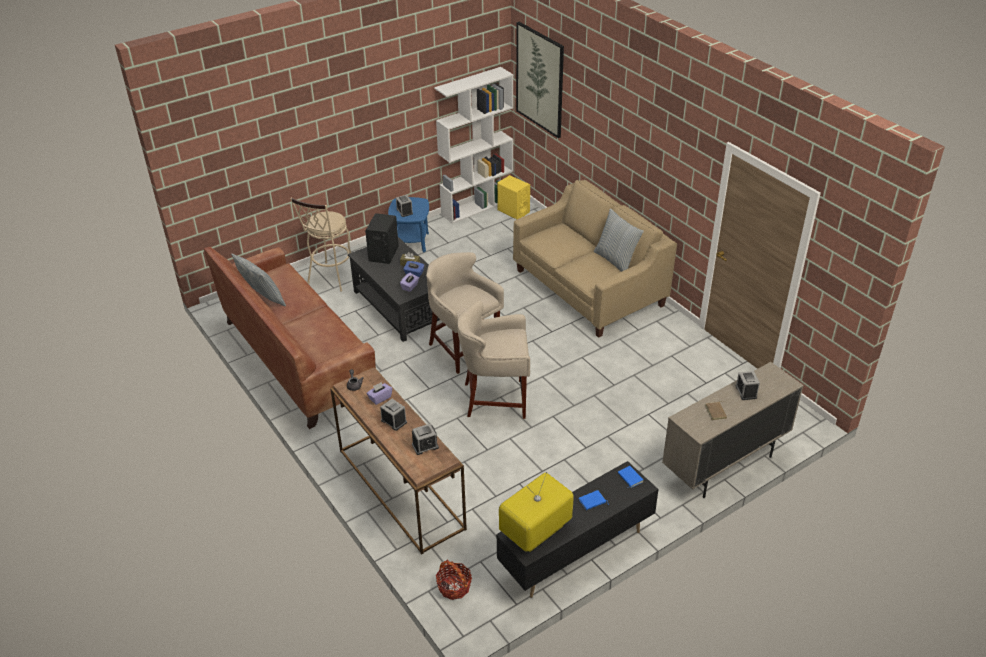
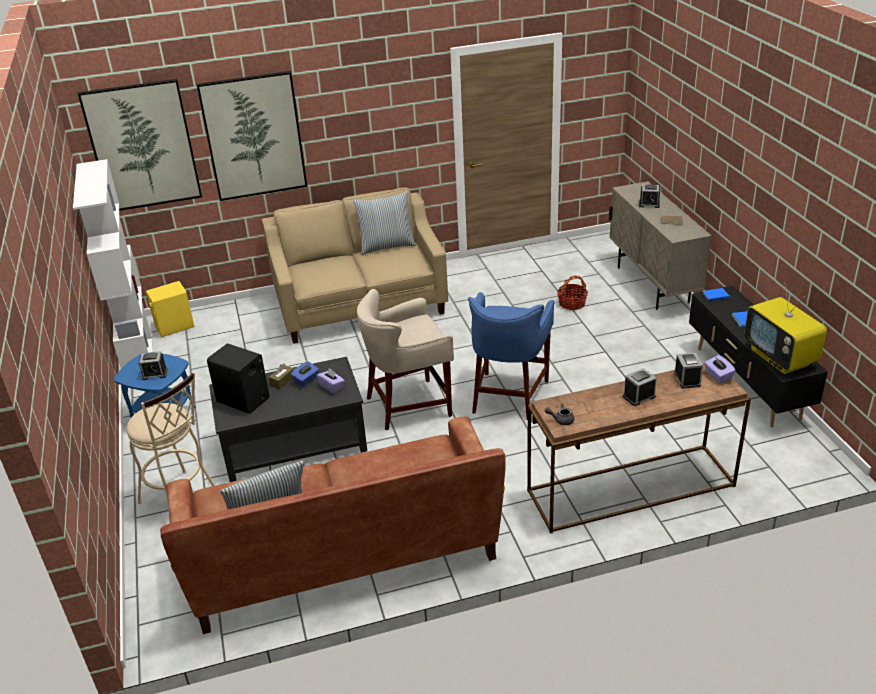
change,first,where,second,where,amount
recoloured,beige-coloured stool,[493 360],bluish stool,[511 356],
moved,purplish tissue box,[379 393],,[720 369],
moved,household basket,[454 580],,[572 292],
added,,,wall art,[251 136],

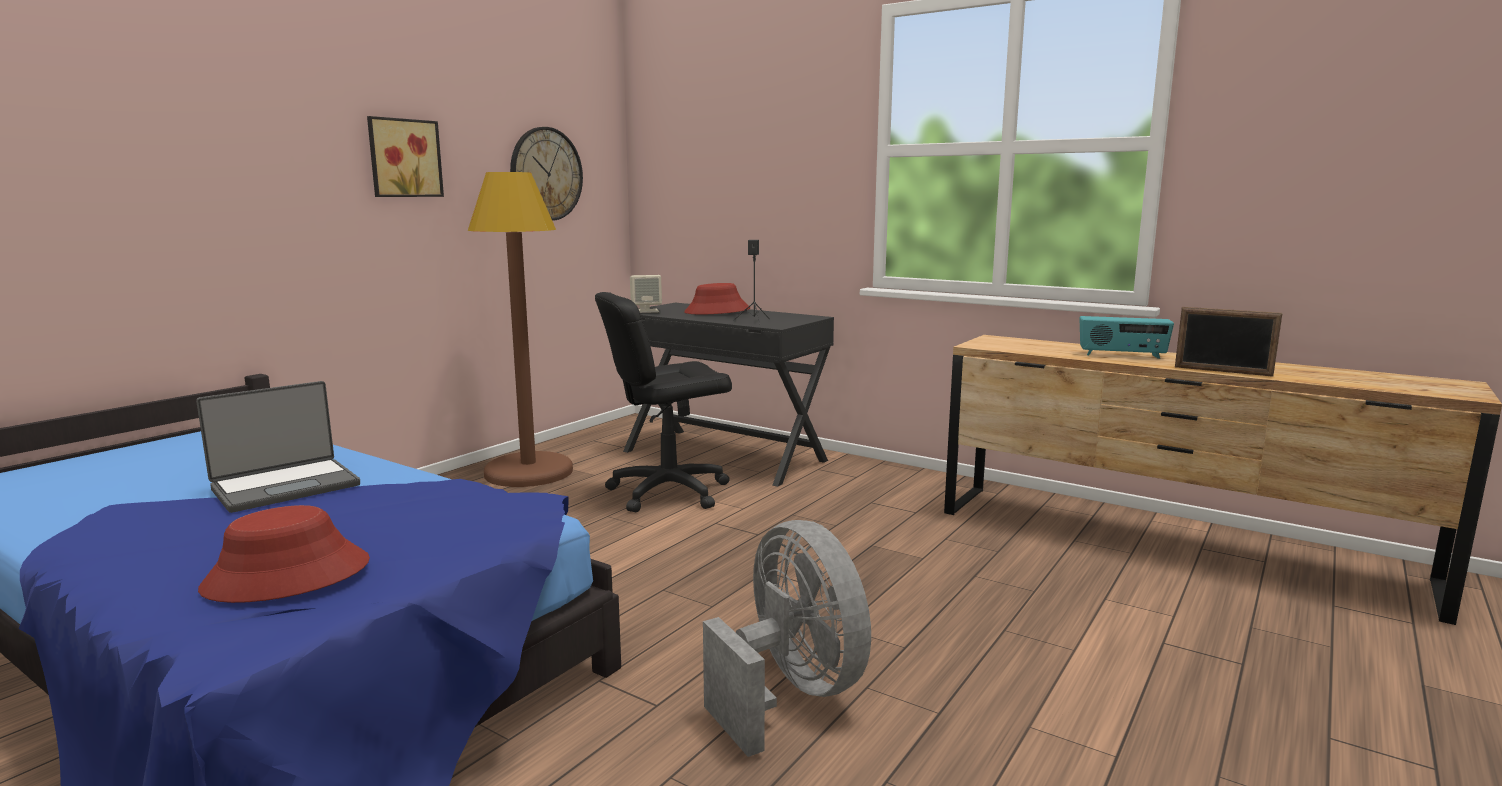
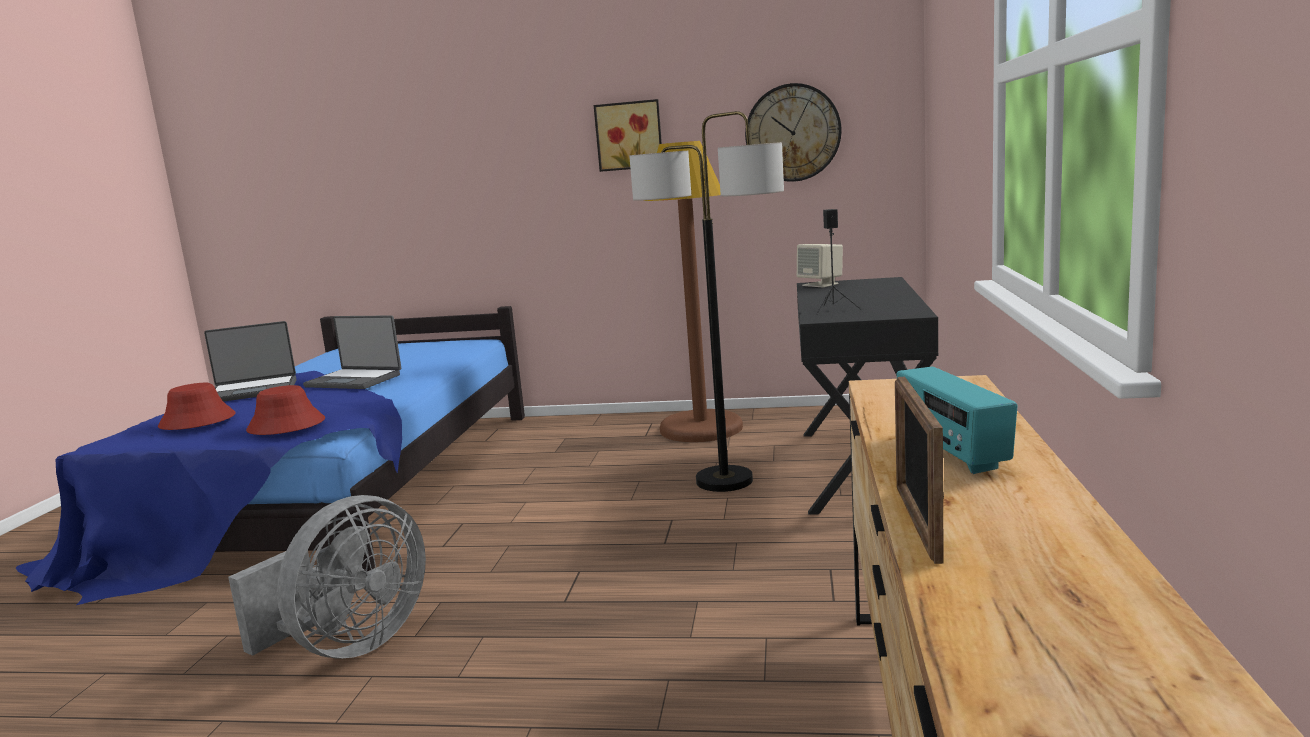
change,first,where,second,where,amount
moved,red-coloured clothing hat,[717 298],,[285 410],
replaced,blackish office chair,[663 402],standing lamp,[706 301],
added,,,portable computer,[250 361],

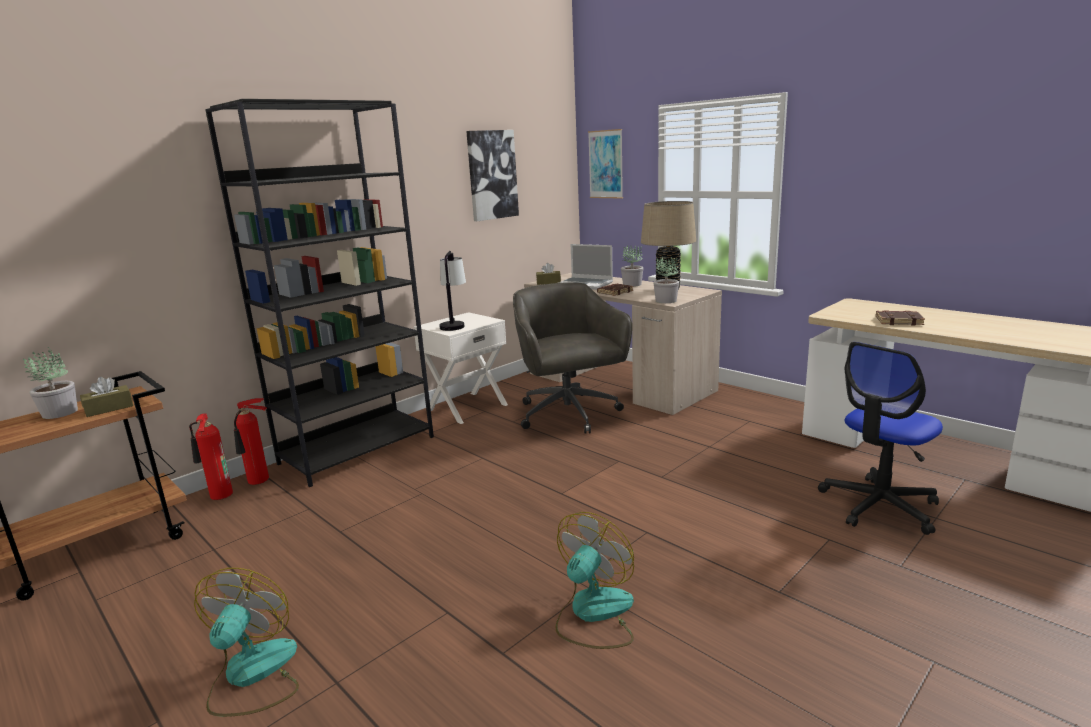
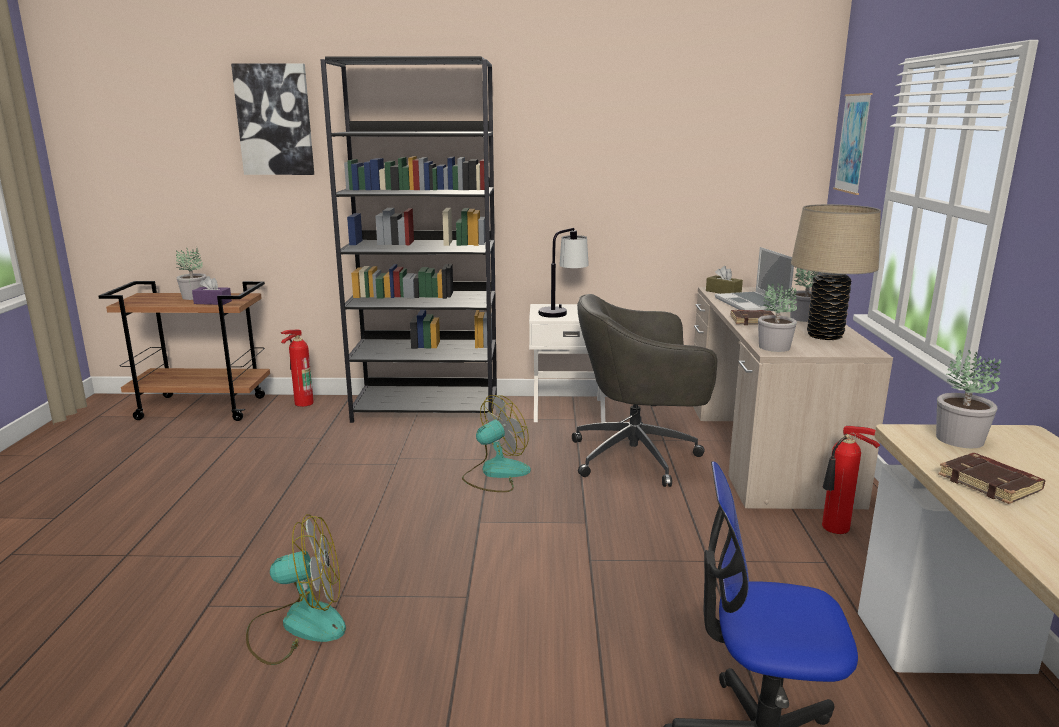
change,first,where,second,where,amount
moved,wall art,[492 175],,[272 119],
turned,grey office chair,[572 358],,[644 390],120 degrees counterclockwise
recoloured,brown-coloured tissue box,[107 397],purplish tissue box,[212 290],
moved,extinguisher,[251 441],,[851 480],
moved,electric fan,[246 642],,[496 443],
added,,,houseplant,[968 398],

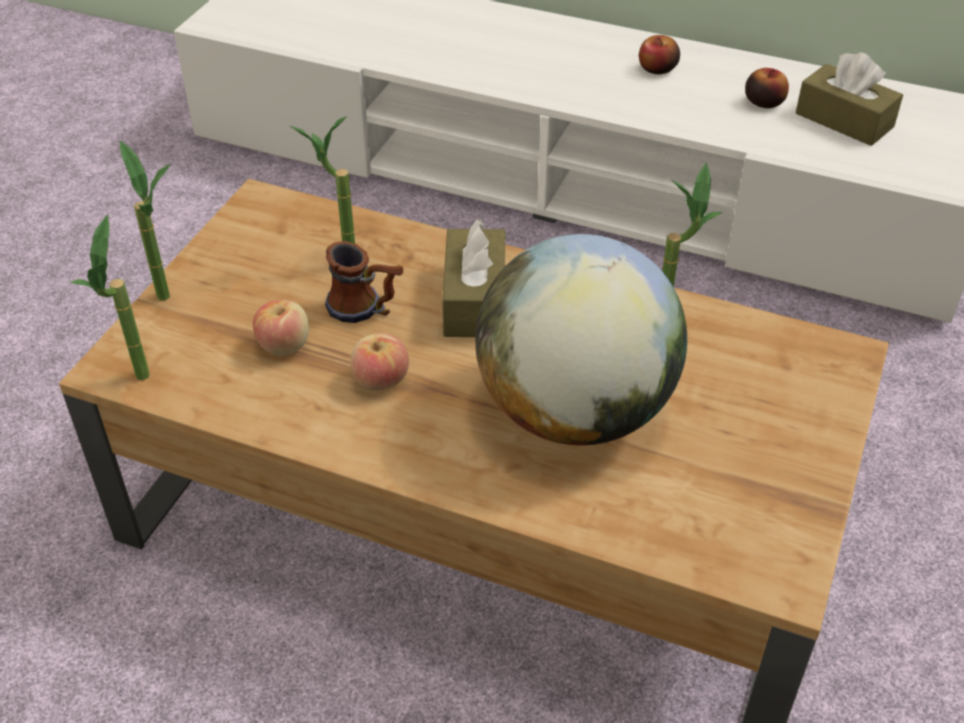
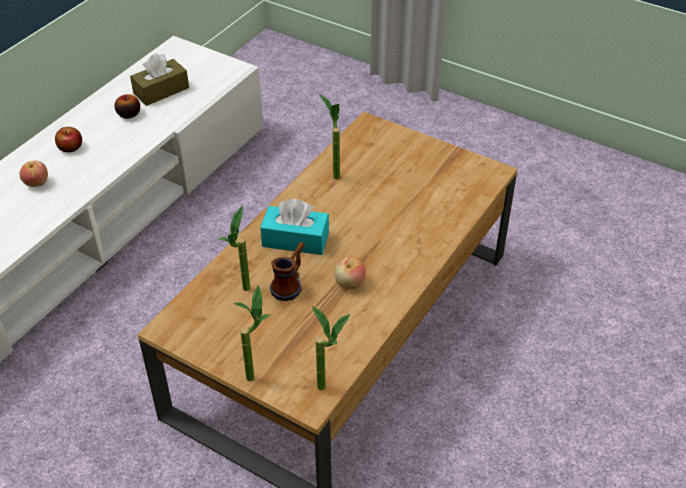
change,first,where,second,where,amount
recoloured,brown-coloured tissue box,[473 278],turquoise tissue box,[294 227],
removed,globe,[581 339],,,
moved,apple fruit,[281 328],,[34 174],

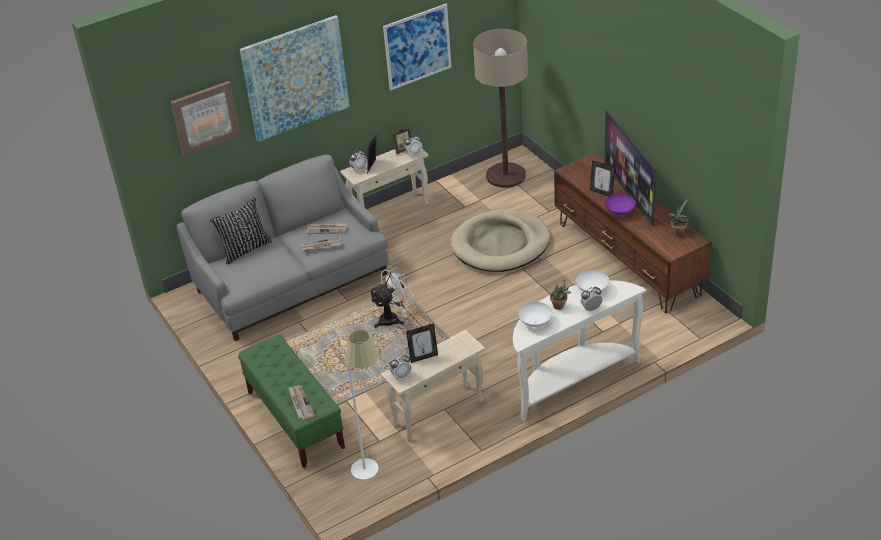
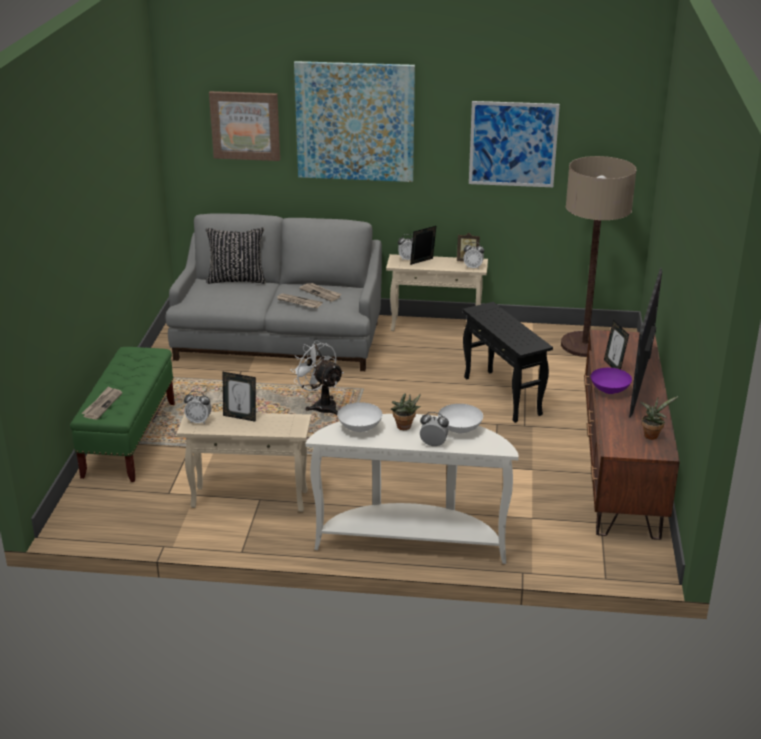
change,first,where,second,where,amount
replaced,beige-coloured pet bed,[500 240],blackish side table,[507 362],
turned,whitish electric fan,[391 297],,[317 377],135 degrees counterclockwise
removed,whitish standing lamp,[362 405],,,

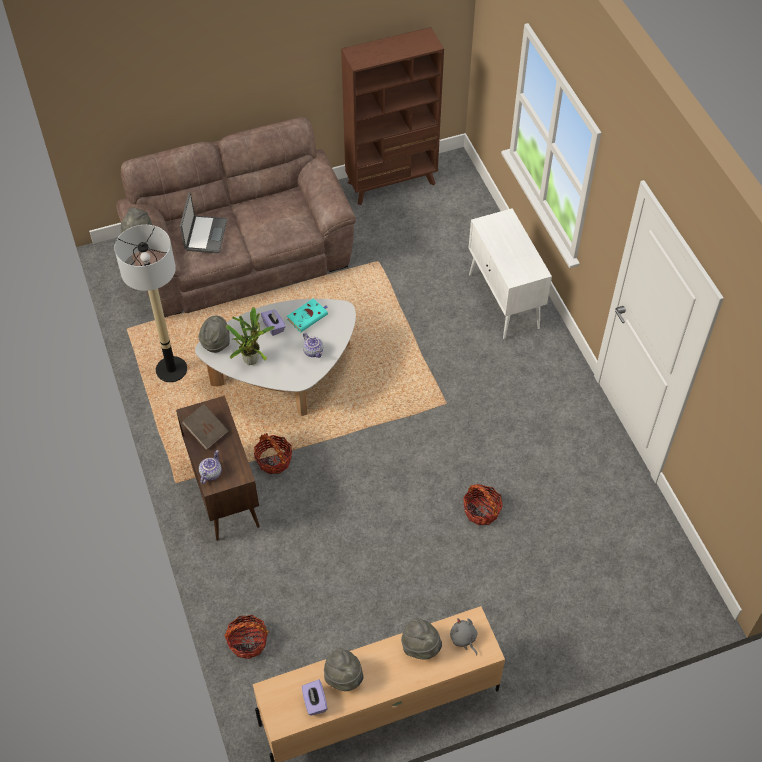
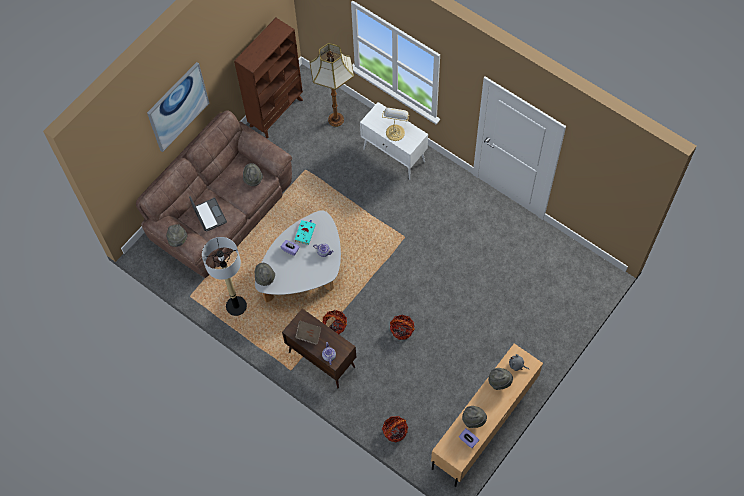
change,first,where,second,where,amount
removed,houseplant,[250 336],,,
moved,household basket,[483 504],,[402 327],
added,,,standing lamp,[332 85],
added,,,wall art,[178 107],
added,,,lamp for a table,[395 124],
added,,,grey clothing hat,[253 174],

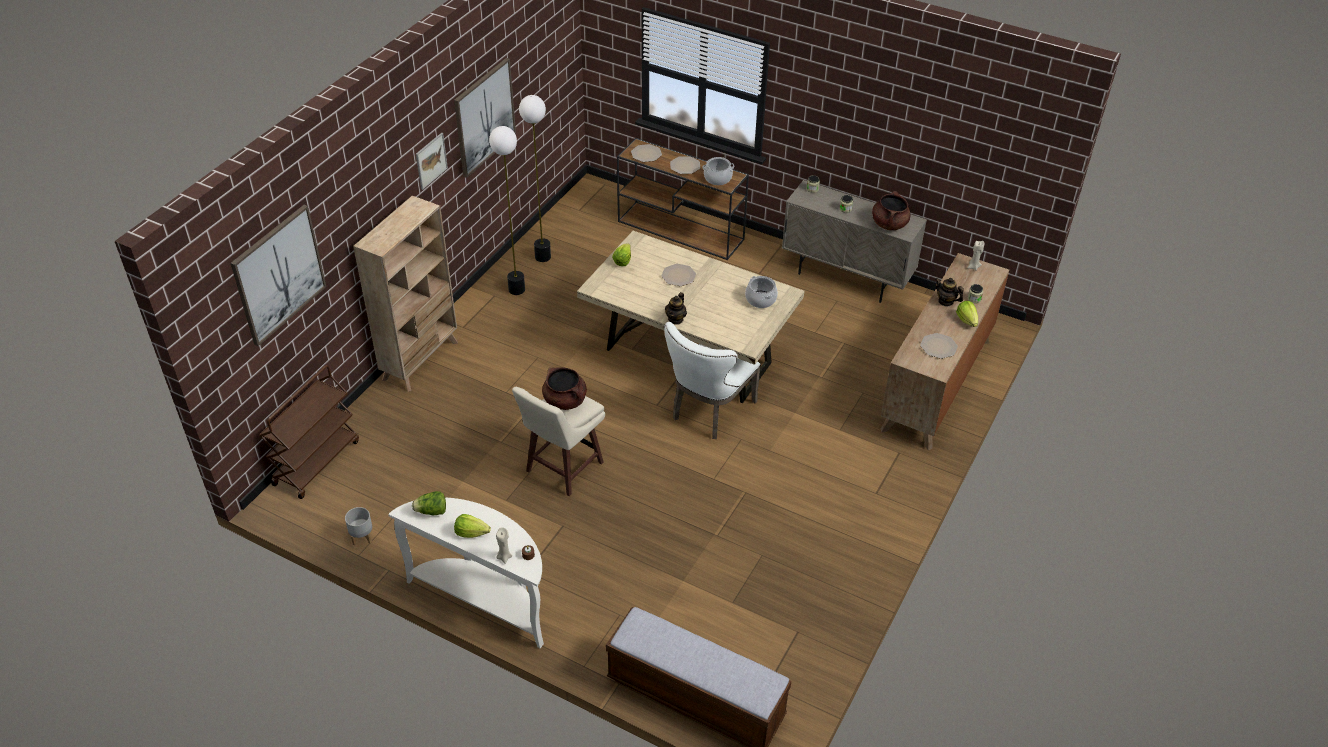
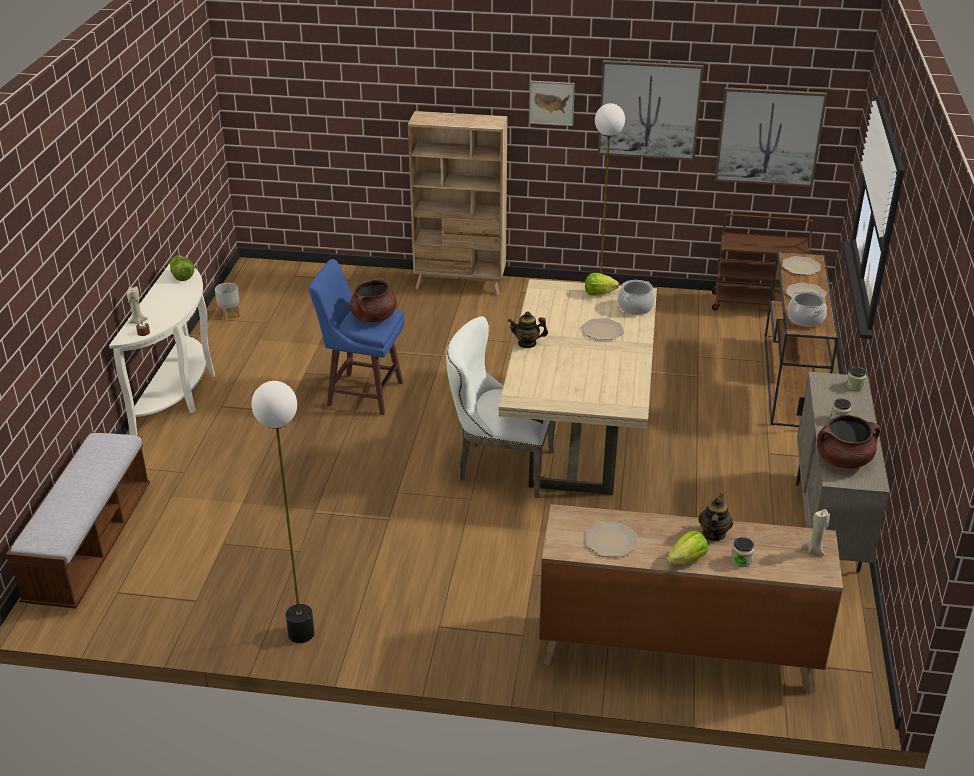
change,first,where,second,where,amount
moved,standing lamp,[535 178],,[283 512],
moved,wall art,[278 275],,[771 137],
moved,cooking pot,[761 292],,[636 297],
moved,brown-coloured wheeled cart,[309 432],,[762 262],
recoloured,beige-coloured stool,[558 441],bluish stool,[357 337],
removed,lettuce head,[472 526],,,

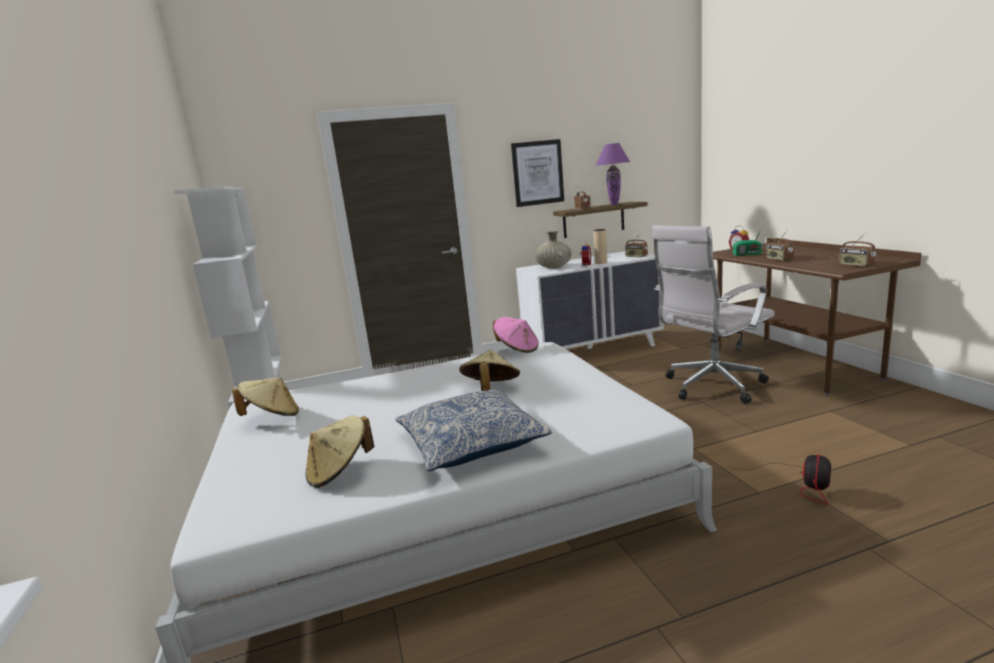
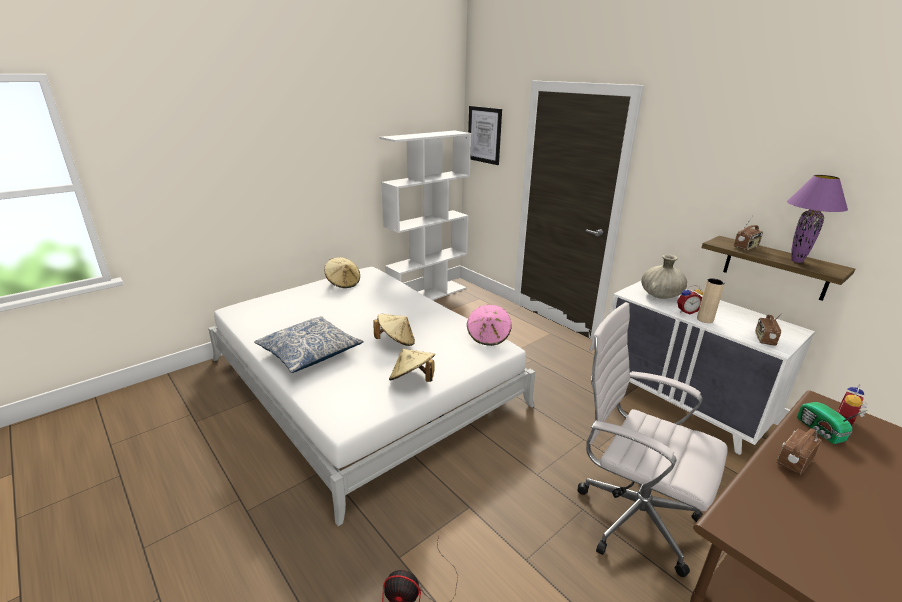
change,first,where,second,where,amount
moved,wall art,[537 173],,[485 135],
removed,radio,[857 249],,,
moved,beige-coloured clothing hat,[340 451],,[412 365],

